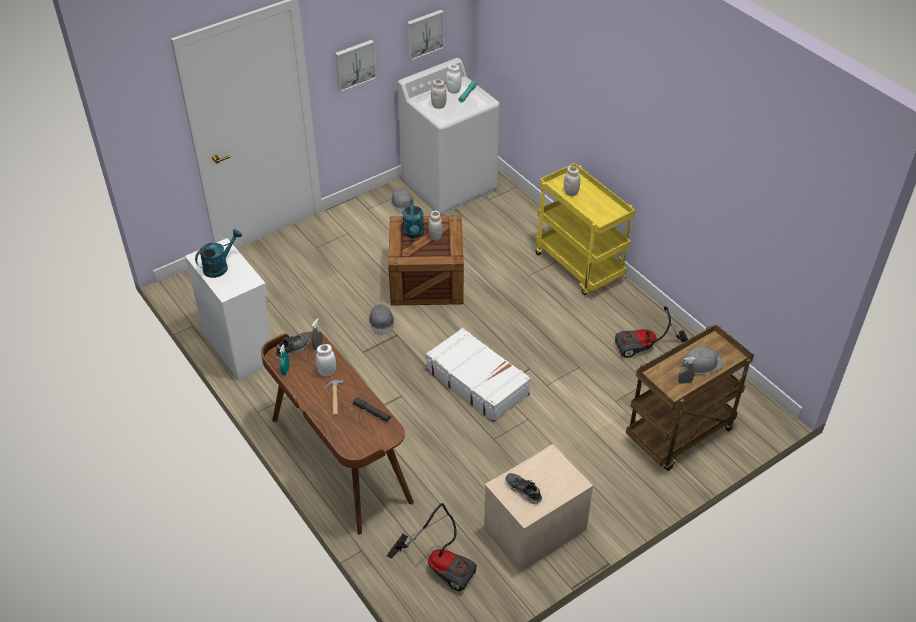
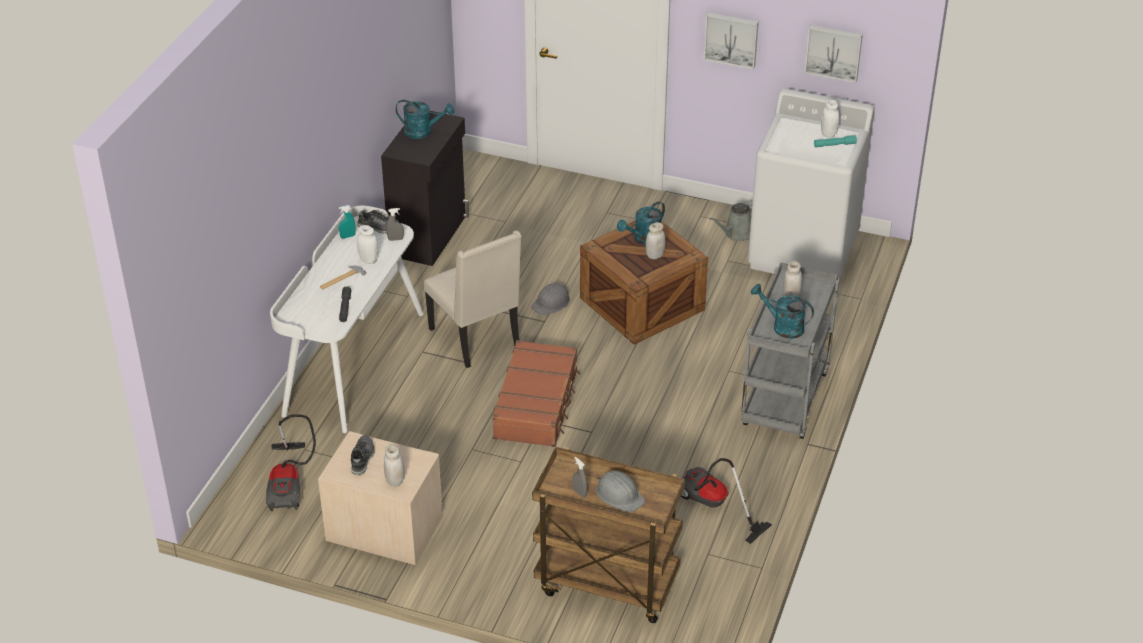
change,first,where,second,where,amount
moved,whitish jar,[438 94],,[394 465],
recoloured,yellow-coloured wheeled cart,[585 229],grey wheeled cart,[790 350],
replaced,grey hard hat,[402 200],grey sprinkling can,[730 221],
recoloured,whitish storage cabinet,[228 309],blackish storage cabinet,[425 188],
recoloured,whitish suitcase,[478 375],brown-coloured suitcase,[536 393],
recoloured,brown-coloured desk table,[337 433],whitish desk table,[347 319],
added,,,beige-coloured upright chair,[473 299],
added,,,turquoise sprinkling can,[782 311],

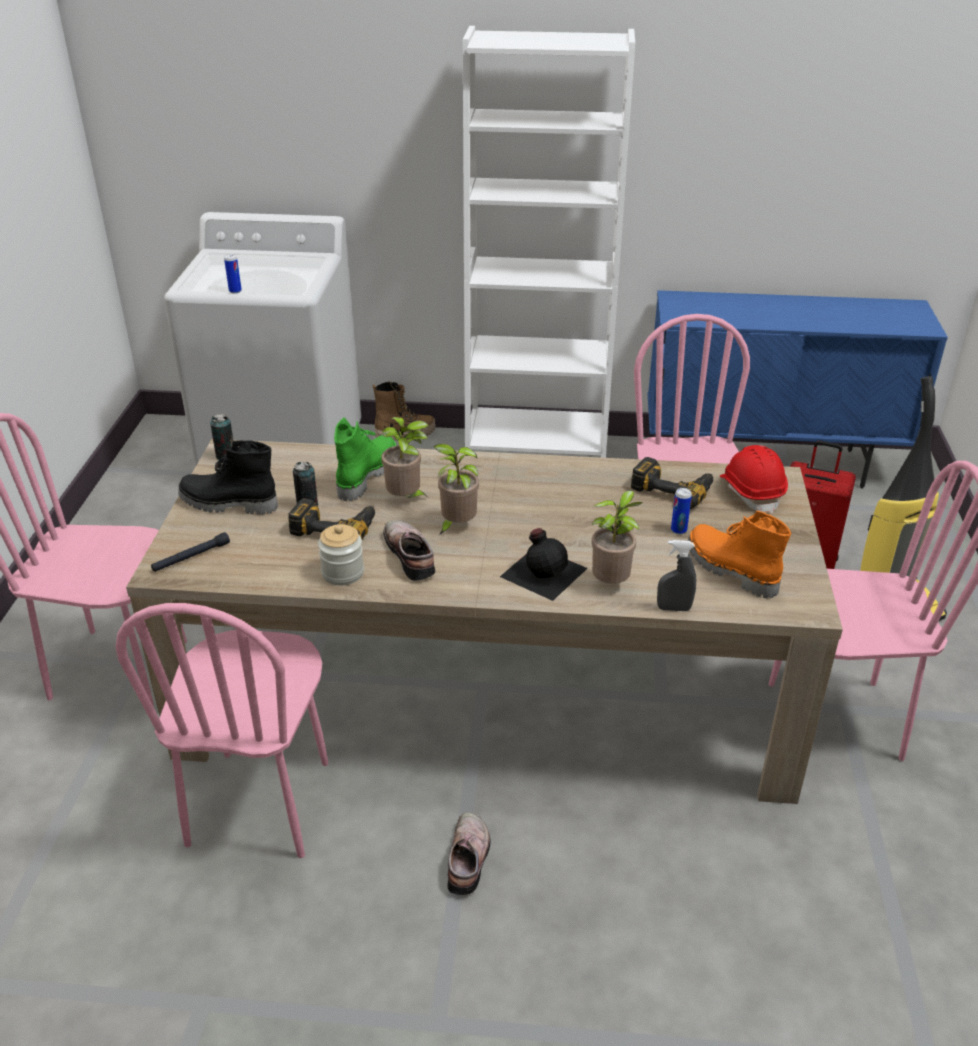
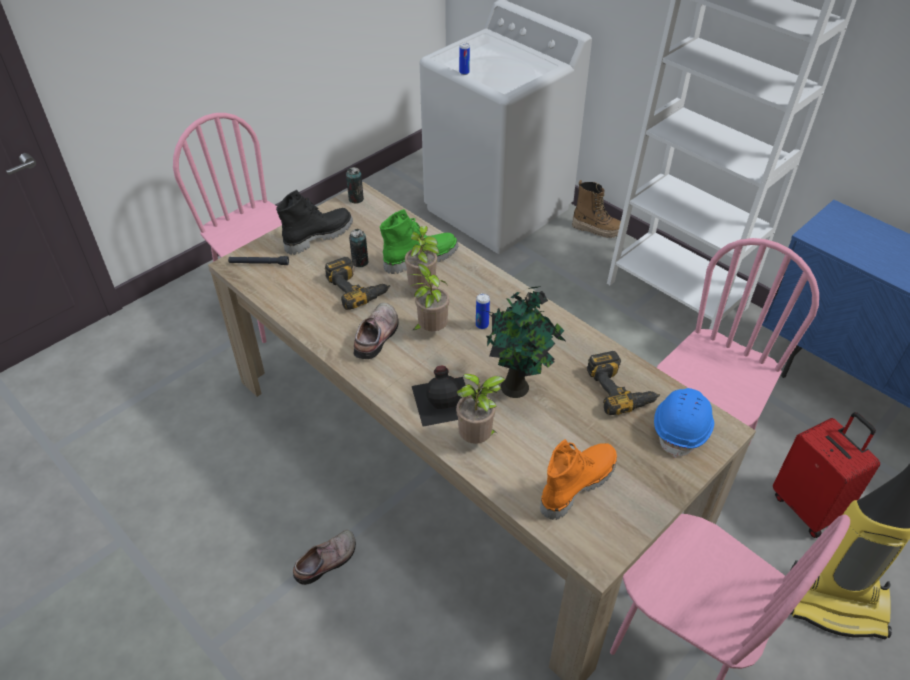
change,first,where,second,where,amount
turned,blackish high-top boot,[228 477],,[314 222],90 degrees clockwise
recoloured,red-coloured hard hat,[754 479],bluish hard hat,[684 423],
moved,can,[681 511],,[483 311],
turned,orange high-top boot,[739 554],,[578 479],45 degrees clockwise
removed,jar,[341 554],,,
removed,grey sprayer,[676 575],,,
removed,pink-coloured upright chair,[222 730],,,
added,,,houseplant,[526 342],

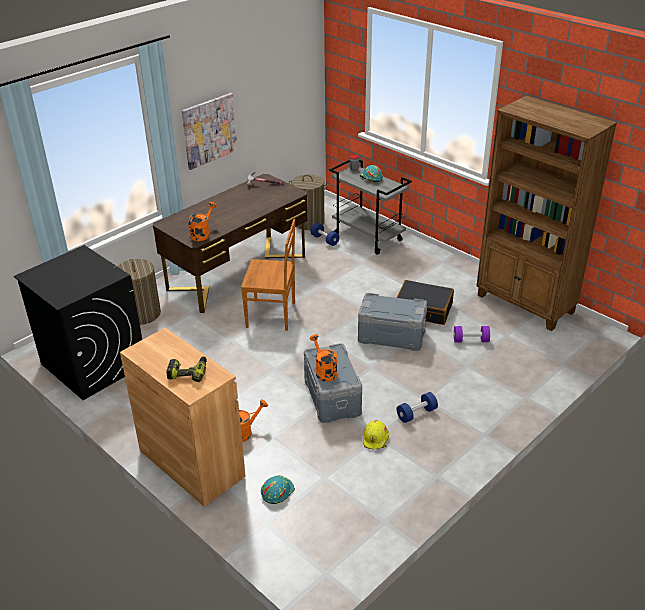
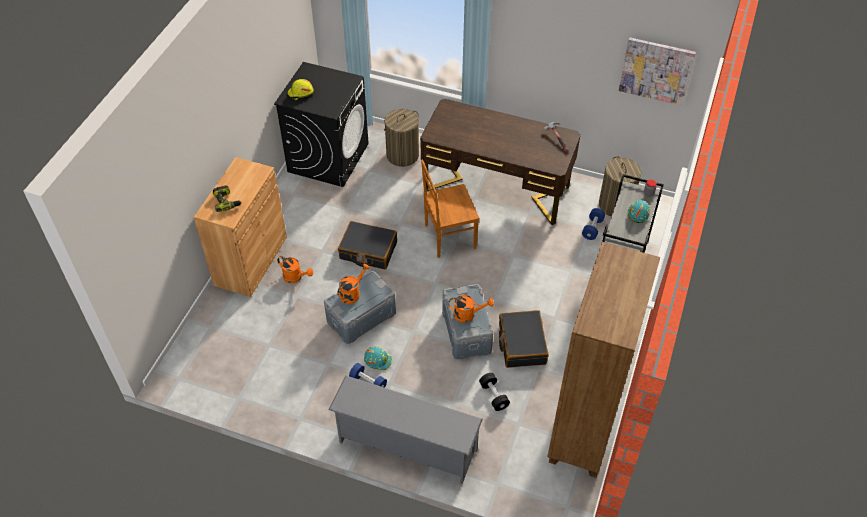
change,first,where,second,where,amount
moved,wall art,[209 131],,[657 71],
moved,orange sprinkling can,[203 221],,[471 309],
turned,brown-coloured upright chair,[268 275],,[450 208],90 degrees clockwise
recoloured,purplish free weight,[472 334],blackish free weight,[494 392],
moved,yellow-coloured hard hat,[376 435],,[301 89],
moved,turquoise hard hat,[278 489],,[378 358],
added,,,blackish suitcase,[367 245],
added,,,grey shoe rack,[406 429],

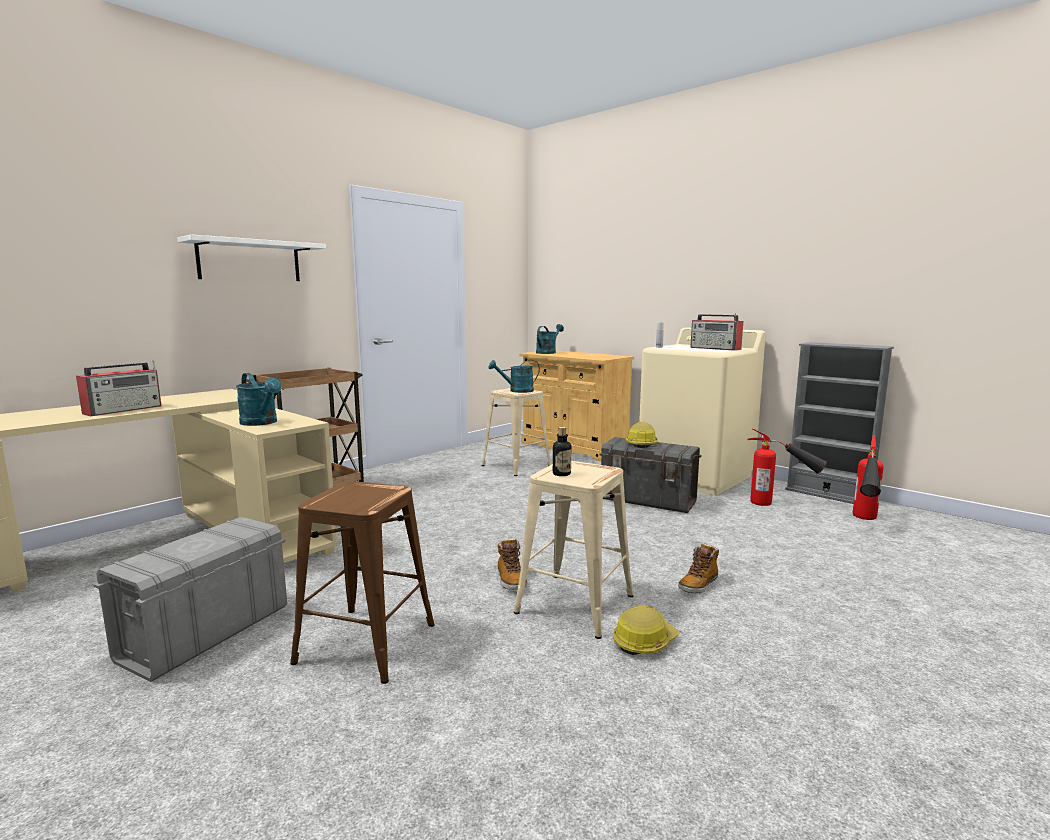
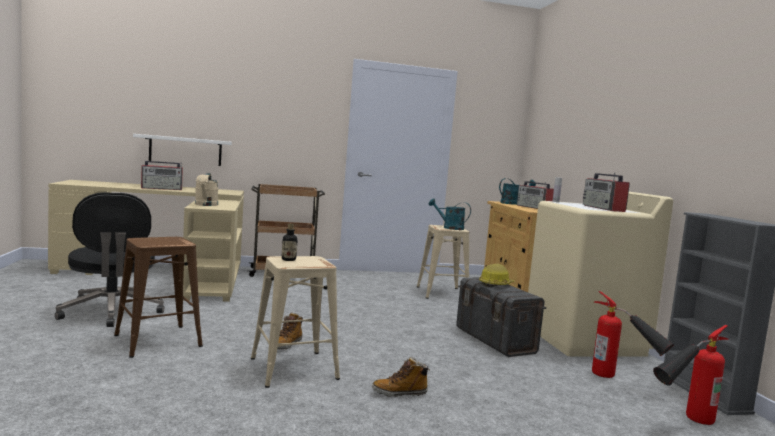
change,first,where,second,where,amount
moved,whitish bracket shelf,[251 257],,[182 150],
recoloured,turquoise sprinkling can,[259 399],beige-coloured sprinkling can,[207 189],
replaced,grey storage box,[190 599],blackish office chair,[109 259],
removed,hard hat,[646 630],,,
added,,,radio,[535 195],

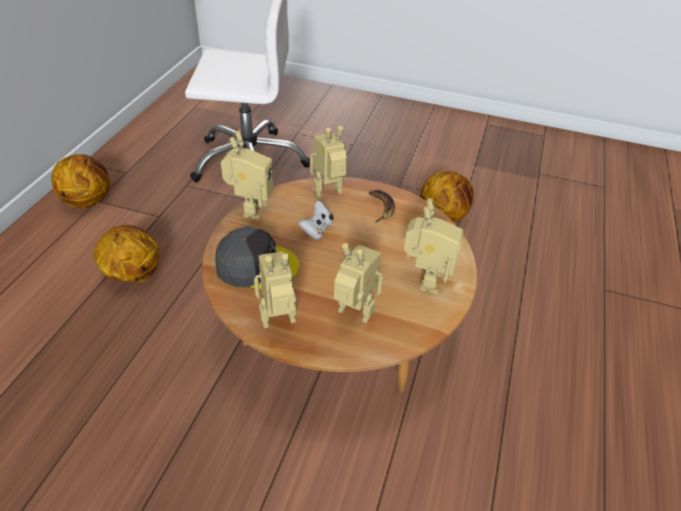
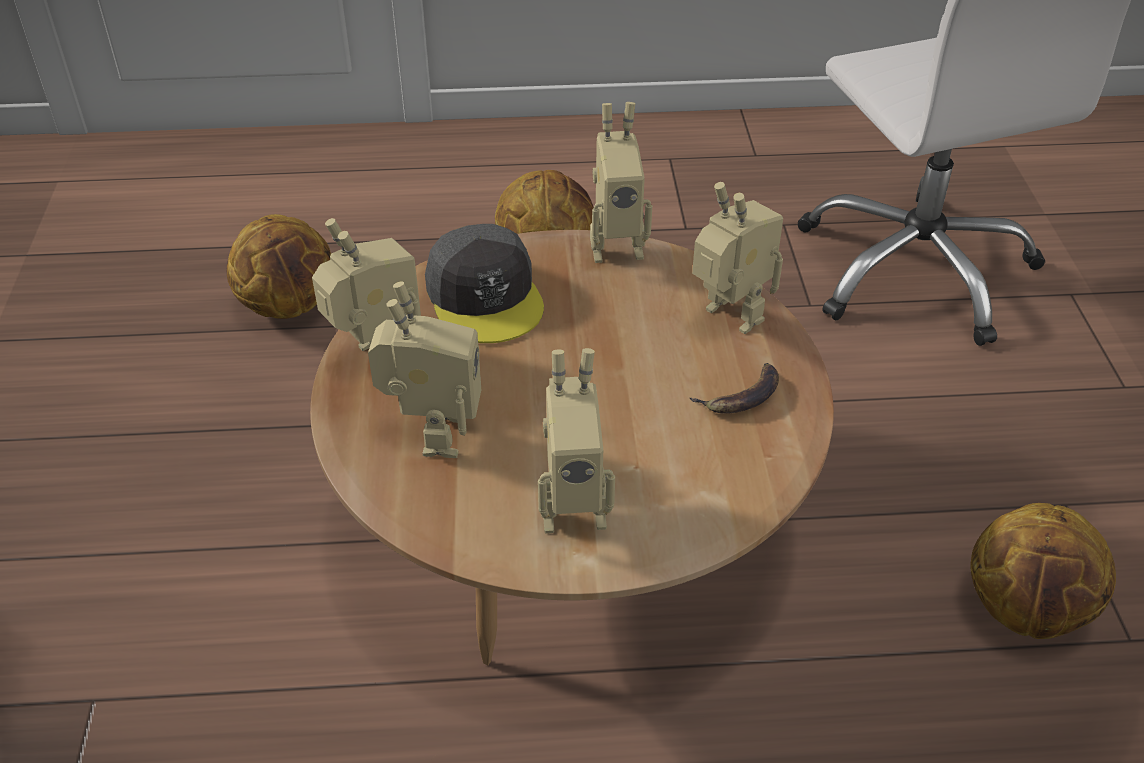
change,first,where,second,where,amount
moved,ball for basketball,[80 181],,[279 266],
removed,whitish gamepad,[316 220],,,

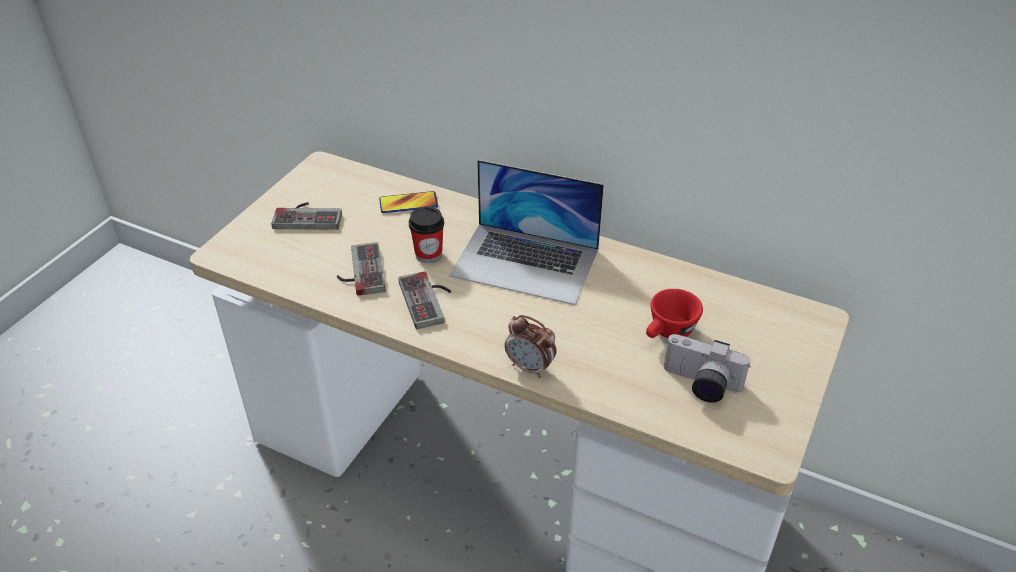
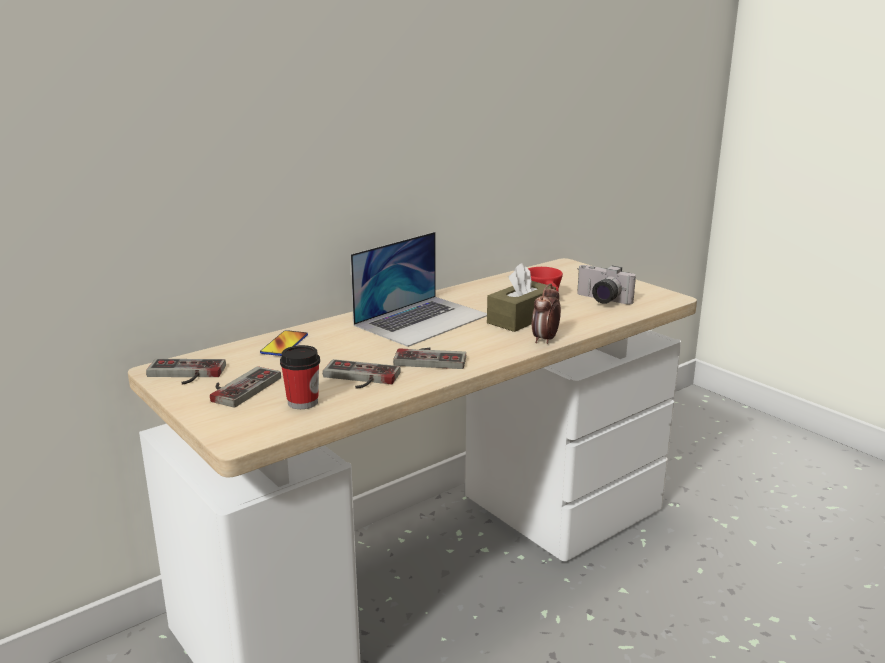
change,first,where,second,where,amount
moved,drinking cup,[426 234],,[300 377],
turned,table clock,[531 346],,[546 314],150 degrees clockwise
turned,photo camera,[707 368],,[606 284],75 degrees clockwise
added,,,brown-coloured tissue box,[521 297],
added,,,gamepad,[186 372],

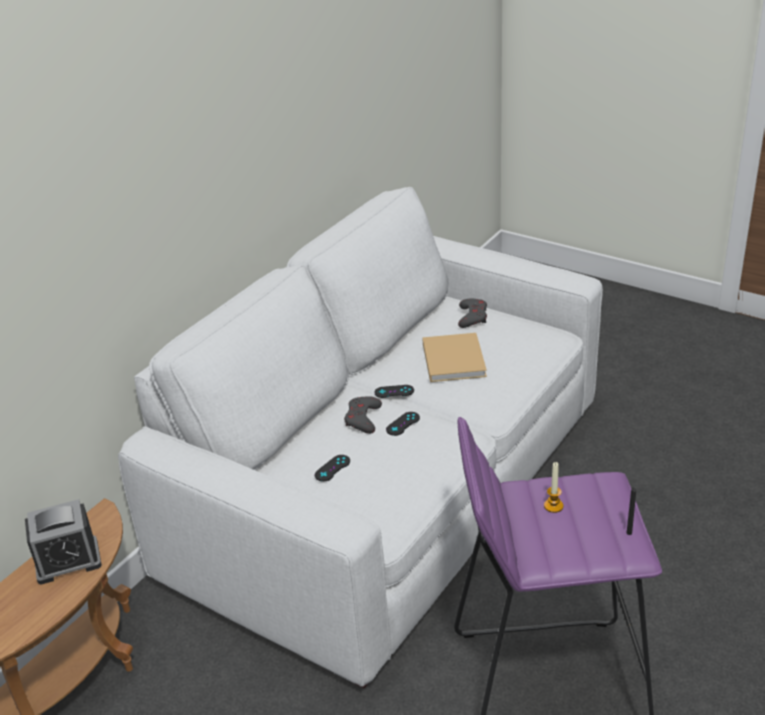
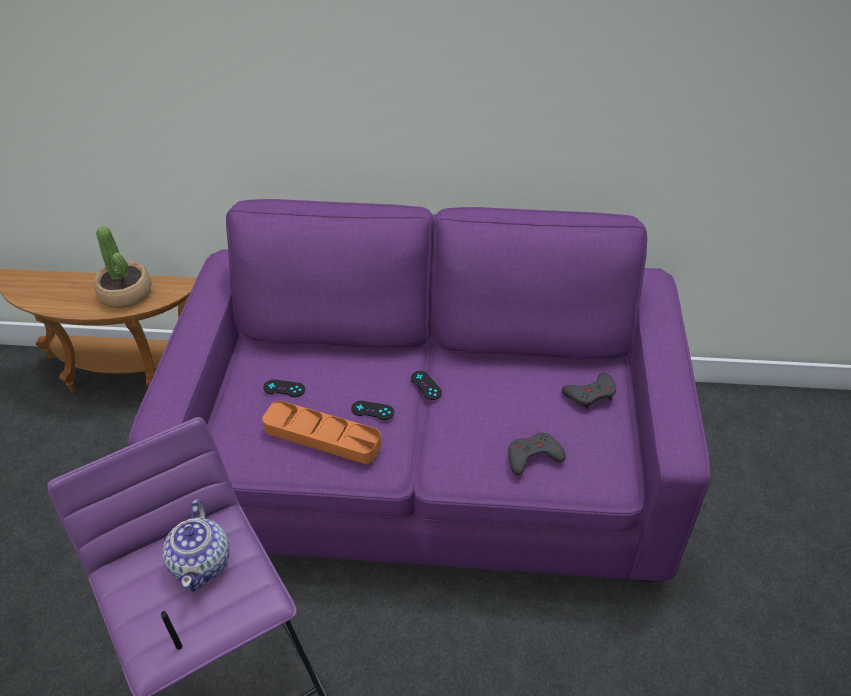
change,first,where,second,where,amount
recoloured,whitish couch,[360 437],purplish couch,[419 390],
removed,beige-coloured bound book,[454 357],,,
moved,grey gamepad,[363 415],,[537 454],
replaced,candle,[553 487],tea pot,[196 545],
replaced,table clock,[63 541],houseplant,[123 267],
added,,,orange serving tray,[321 432],

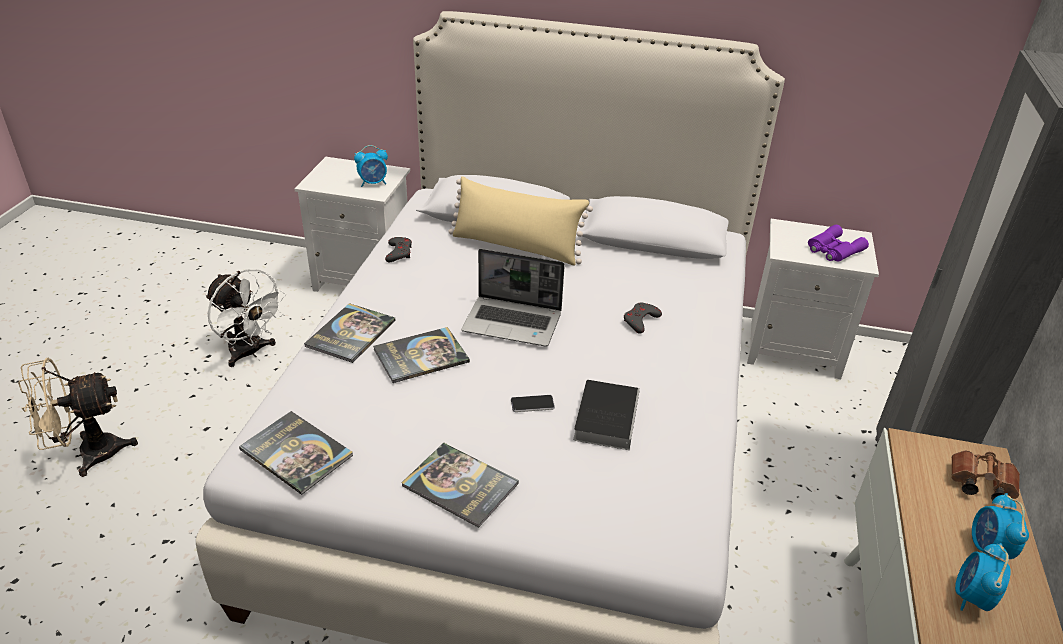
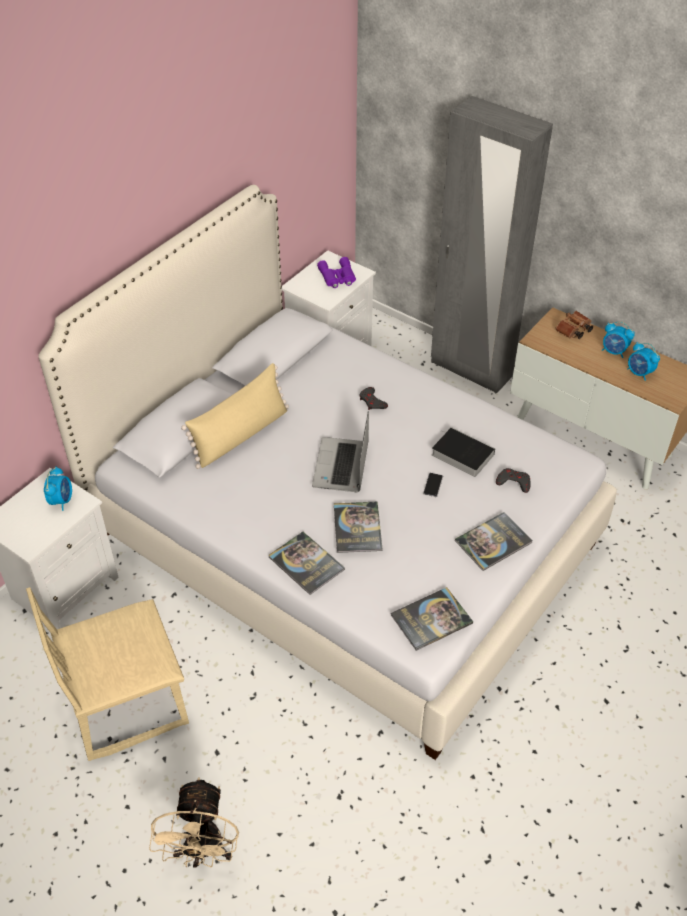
change,first,where,second,where,amount
moved,grey gamepad,[398 249],,[513 480],
turned,portable computer,[513 298],,[340 451],150 degrees clockwise
replaced,whitish electric fan,[246 318],beige-coloured upright chair,[107 674],

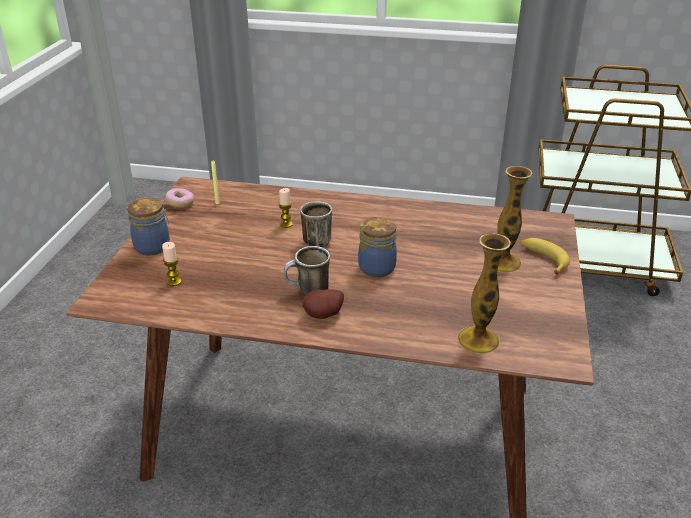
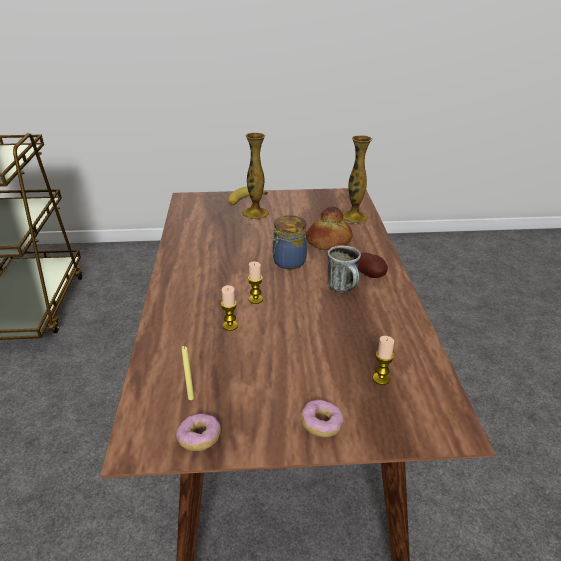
change,first,where,second,where,amount
replaced,jar,[148 226],doughnut,[322 418],
replaced,mug,[316 224],candle,[255 282],
added,,,bread,[329 228],

